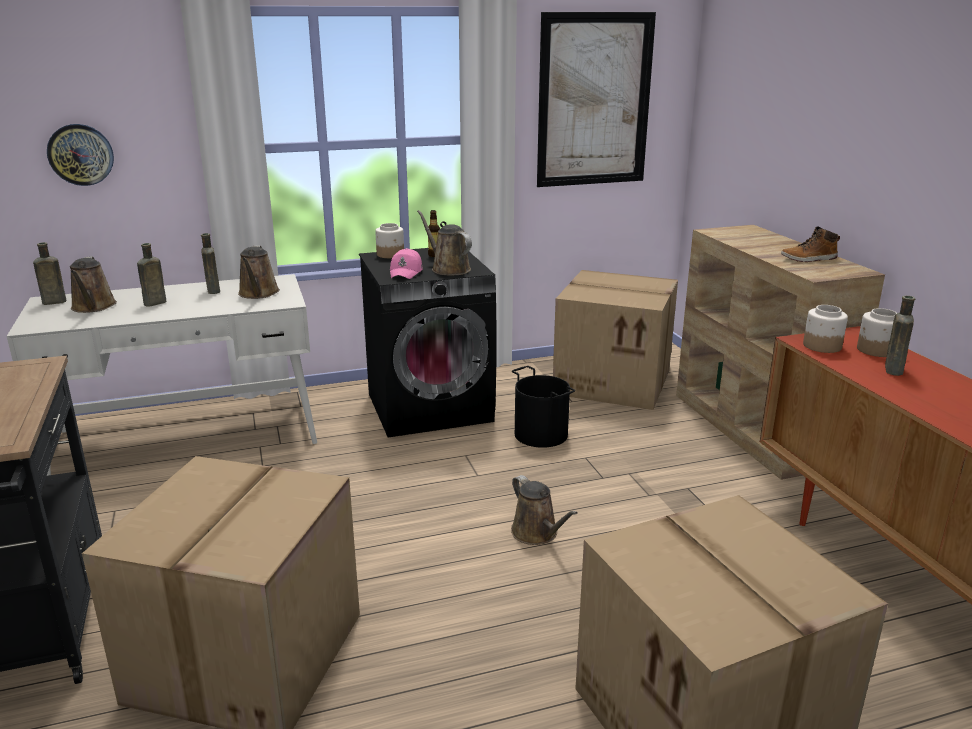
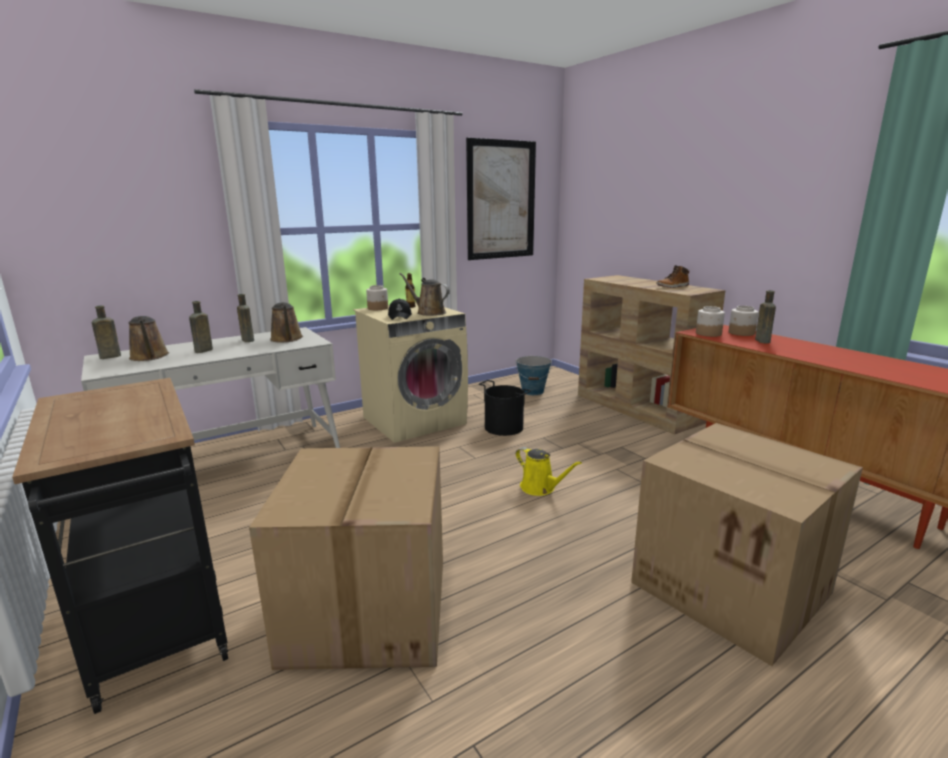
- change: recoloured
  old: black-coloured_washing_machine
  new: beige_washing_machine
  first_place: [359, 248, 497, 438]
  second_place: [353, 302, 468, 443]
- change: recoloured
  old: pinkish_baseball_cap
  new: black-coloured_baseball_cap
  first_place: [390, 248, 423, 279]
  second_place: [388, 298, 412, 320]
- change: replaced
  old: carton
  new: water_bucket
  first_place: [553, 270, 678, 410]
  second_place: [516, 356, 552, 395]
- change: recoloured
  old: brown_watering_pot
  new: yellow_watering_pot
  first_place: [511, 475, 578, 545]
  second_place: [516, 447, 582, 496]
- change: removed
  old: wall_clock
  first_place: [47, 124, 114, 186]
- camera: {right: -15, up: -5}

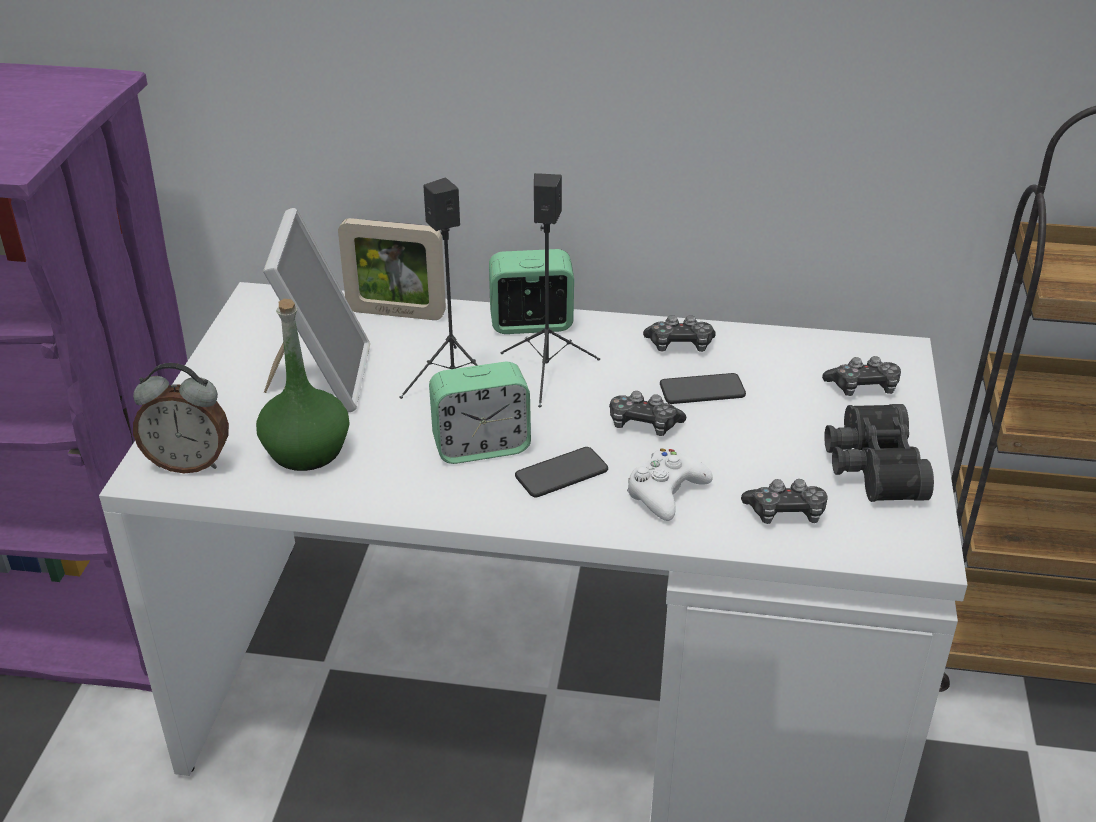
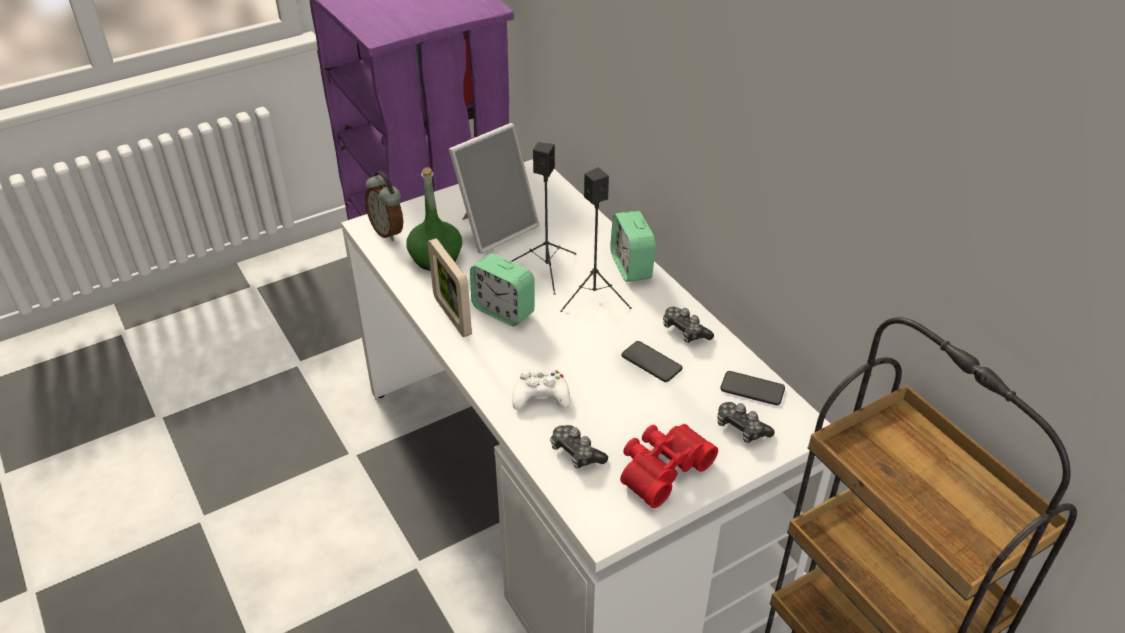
- change: moved
  old: standing_frame
  first_place: [338, 218, 446, 320]
  second_place: [428, 238, 472, 337]
- change: turned
  old: alarm_clock
  first_place: [489, 249, 574, 334]
  second_place: [610, 211, 656, 282]
  degrees: -150
- change: recoloured
  old: black-coloured_field_glasses
  new: red_field_glasses
  first_place: [824, 404, 934, 502]
  second_place: [620, 424, 718, 508]
- change: moved
  old: telephone
  first_place: [515, 447, 608, 497]
  second_place: [720, 371, 785, 405]
- change: removed
  old: gamepad
  first_place: [609, 391, 686, 436]
- camera: {right: 50, up: 5}

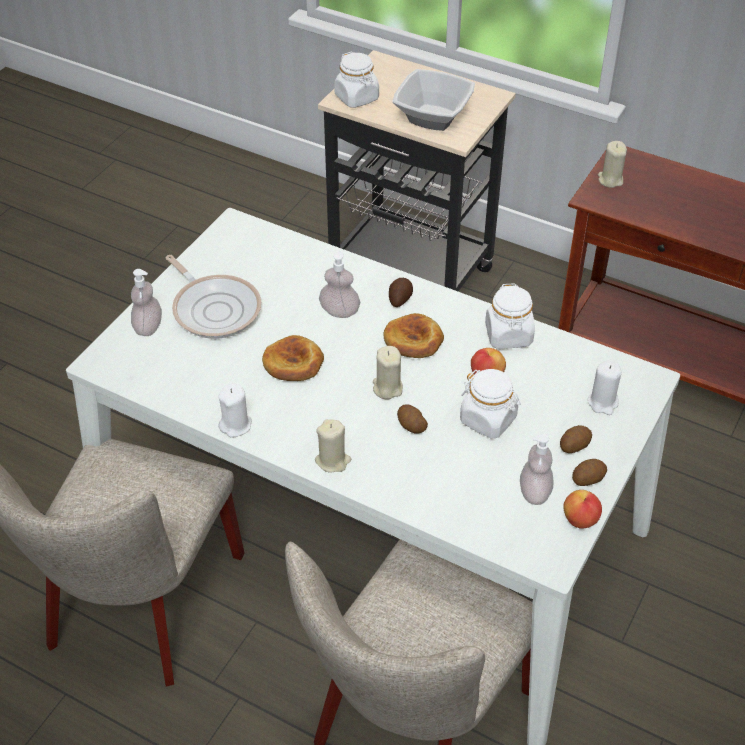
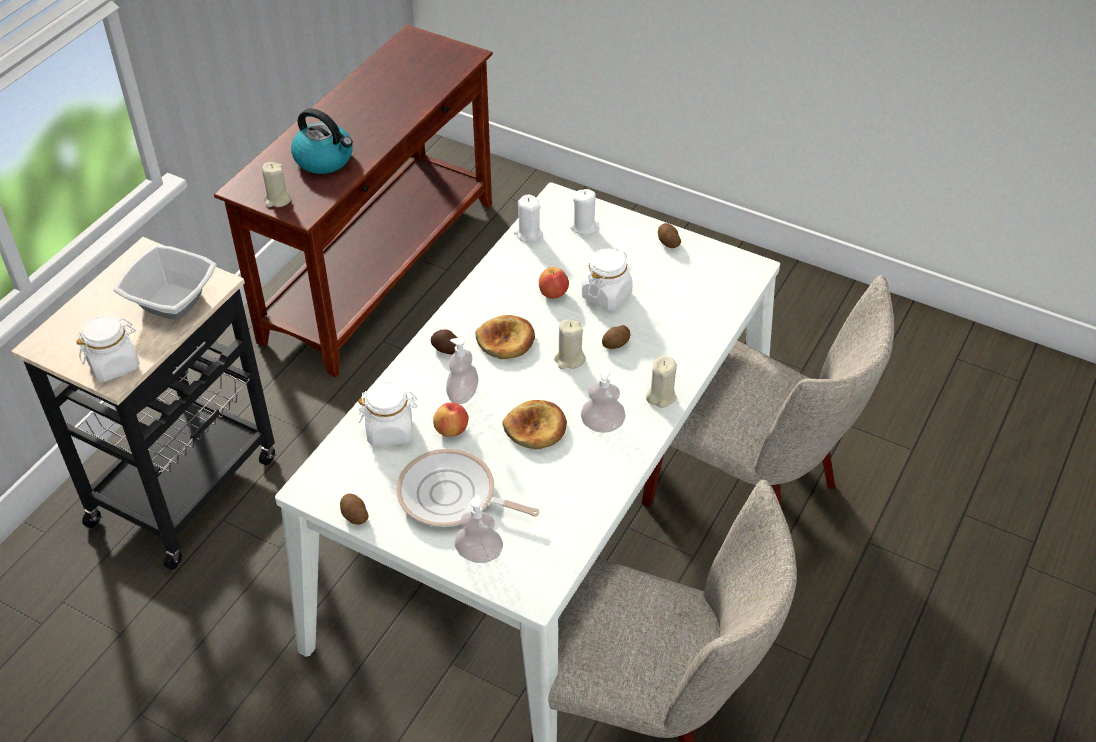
- change: added
  new: water_kettle
  second_place: [291, 108, 353, 174]
- change: moved
  old: potato
  first_place: [560, 425, 592, 453]
  second_place: [340, 494, 369, 525]
- change: moved
  old: white-coloured_jar
  first_place: [485, 283, 535, 348]
  second_place: [358, 381, 418, 446]
- change: turned
  old: pan
  first_place: [165, 255, 261, 339]
  second_place: [396, 449, 539, 527]
  degrees: -120
- change: moved
  old: apple
  first_place: [563, 490, 602, 529]
  second_place: [433, 402, 469, 437]
- change: moved
  old: white-coloured_wax_light
  first_place: [218, 383, 252, 438]
  second_place: [514, 195, 543, 243]
- change: moved
  old: soap_bottle
  first_place: [520, 434, 554, 505]
  second_place: [581, 369, 626, 433]
- camera: {right: -90, up: 0}

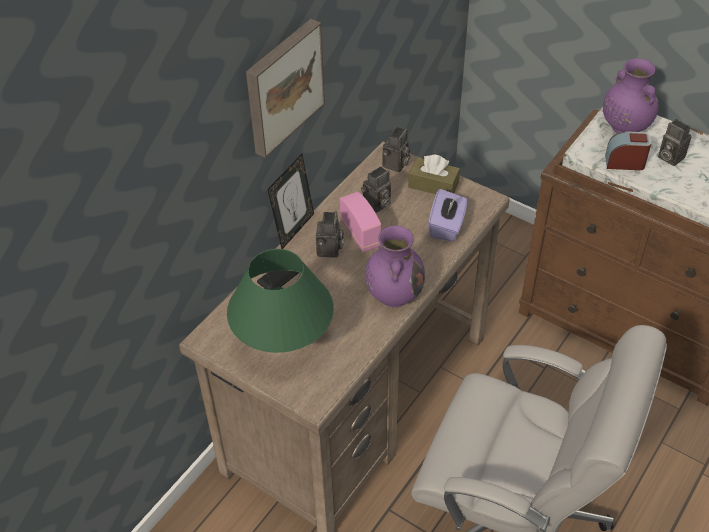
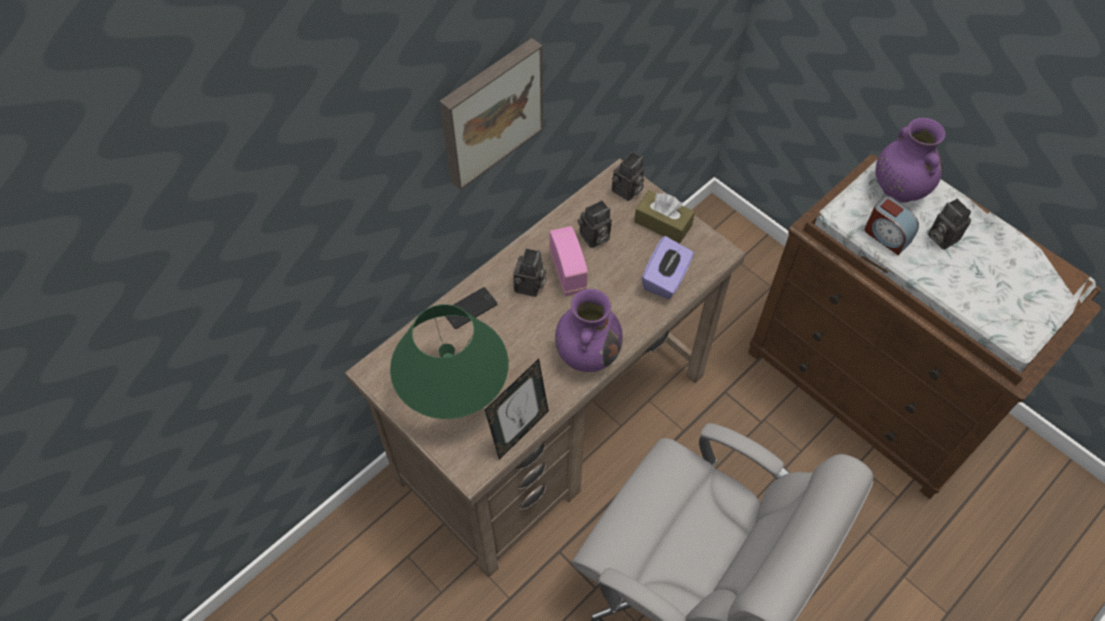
- change: moved
  old: standing_frame
  first_place: [267, 154, 314, 249]
  second_place: [485, 359, 549, 460]
- change: turned
  old: alarm_clock
  first_place: [605, 131, 651, 170]
  second_place: [865, 196, 919, 255]
  degrees: -150
- camera: {right: 10, up: 10}

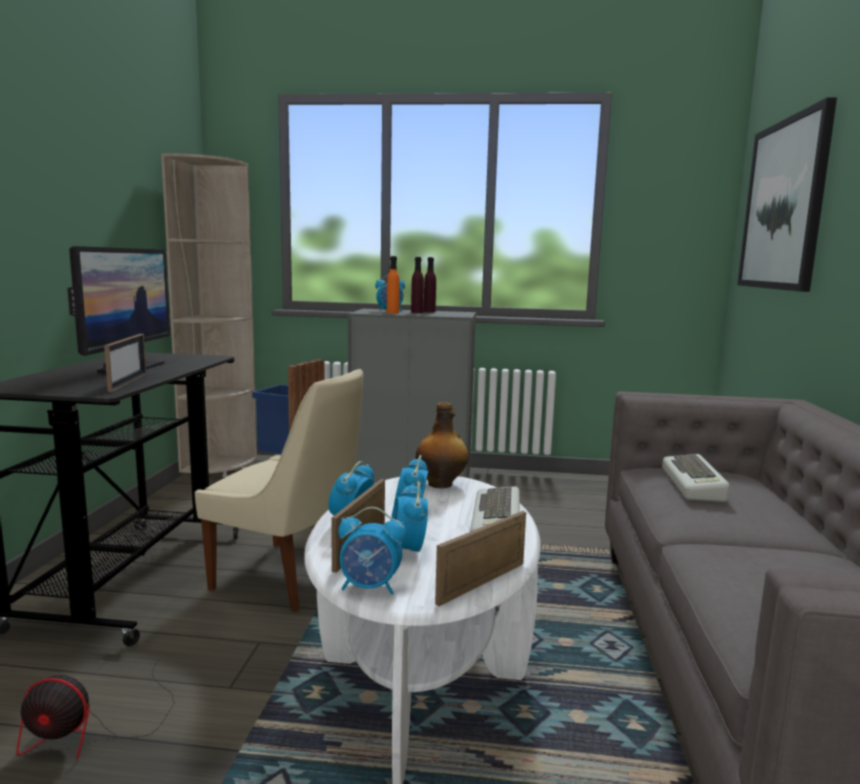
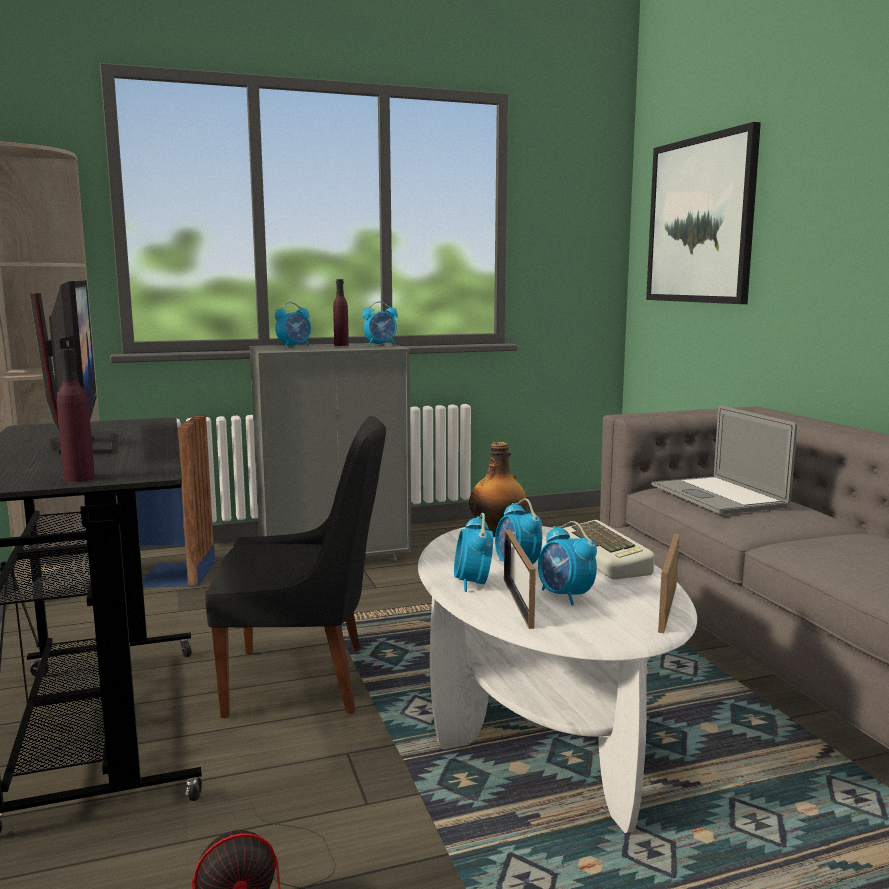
- change: moved
  old: purple-coloured_drink_bottle
  first_place: [411, 257, 424, 313]
  second_place: [57, 349, 95, 482]
- change: recoloured
  old: beige_plain_chair
  new: black-coloured_plain_chair
  first_place: [195, 369, 363, 612]
  second_place: [205, 416, 386, 718]
- change: moved
  old: alarm_clock
  first_place: [338, 507, 406, 594]
  second_place: [362, 301, 398, 346]
- change: replaced
  old: computer_keyboard
  new: portable_computer
  first_place: [662, 454, 730, 502]
  second_place: [652, 405, 797, 514]
- change: removed
  old: standing_frame
  first_place: [104, 334, 146, 392]
- change: removed
  old: orange-coloured_drink_bottle
  first_place: [387, 256, 400, 314]
- camera: {right: -25, up: 0}

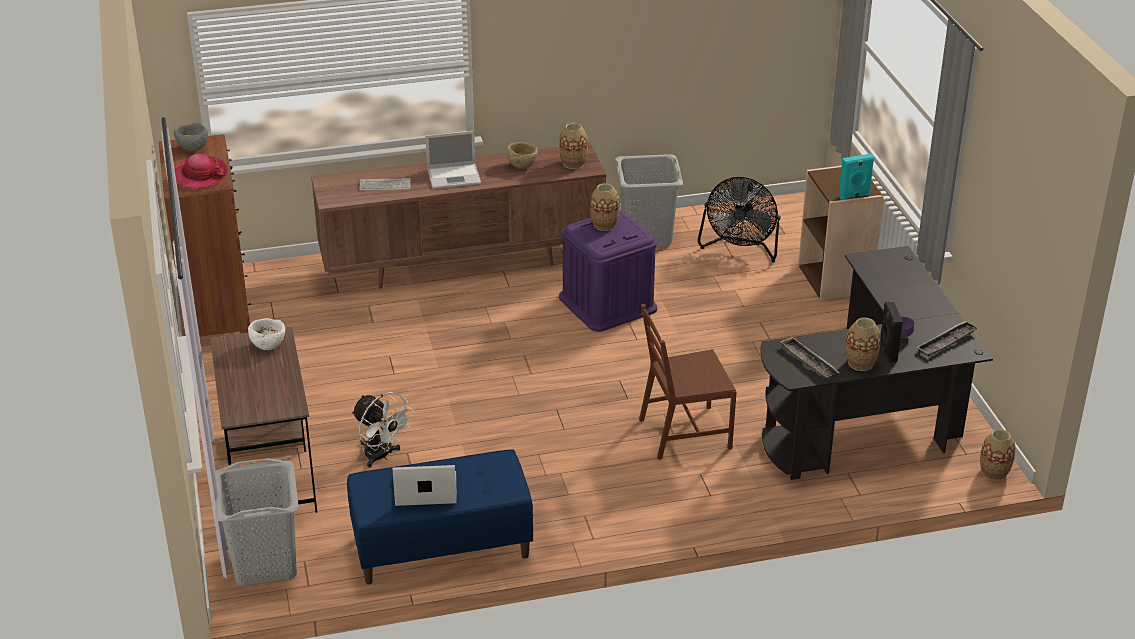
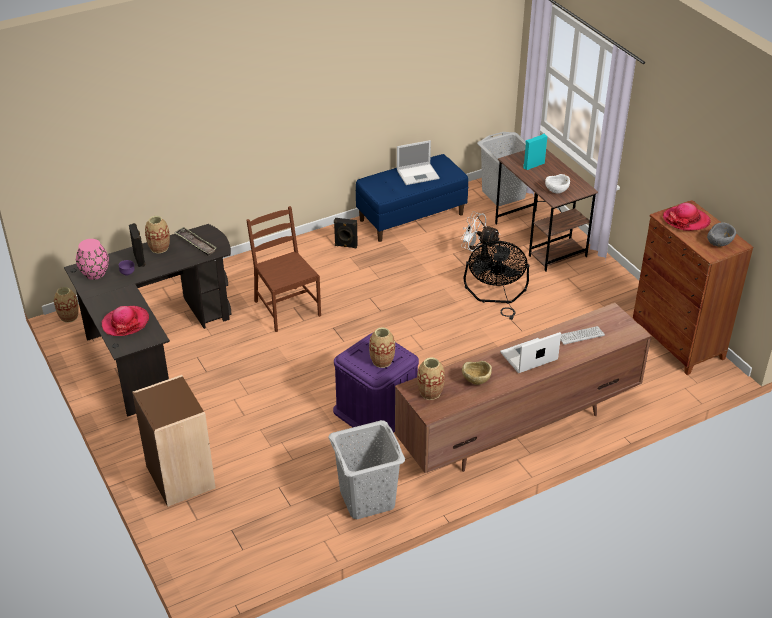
- change: replaced
  old: tray
  new: pinkish_flower_vase
  first_place: [917, 320, 979, 357]
  second_place: [76, 239, 109, 280]
- change: added
  new: clothing_hat
  second_place: [101, 306, 149, 336]
- change: turned
  old: brown_plain_chair
  first_place: [639, 304, 737, 460]
  second_place: [246, 206, 321, 332]
  degrees: -90
- change: added
  new: black-coloured_loudspeaker
  second_place: [334, 218, 358, 249]
- change: moved
  old: black-coloured_cooling_fan
  first_place: [698, 177, 781, 262]
  second_place: [464, 241, 529, 320]
- change: moved
  old: turquoise-coloured_loudspeaker
  first_place: [839, 154, 875, 200]
  second_place: [523, 134, 547, 170]
- camera: {right: 165, up: 5}

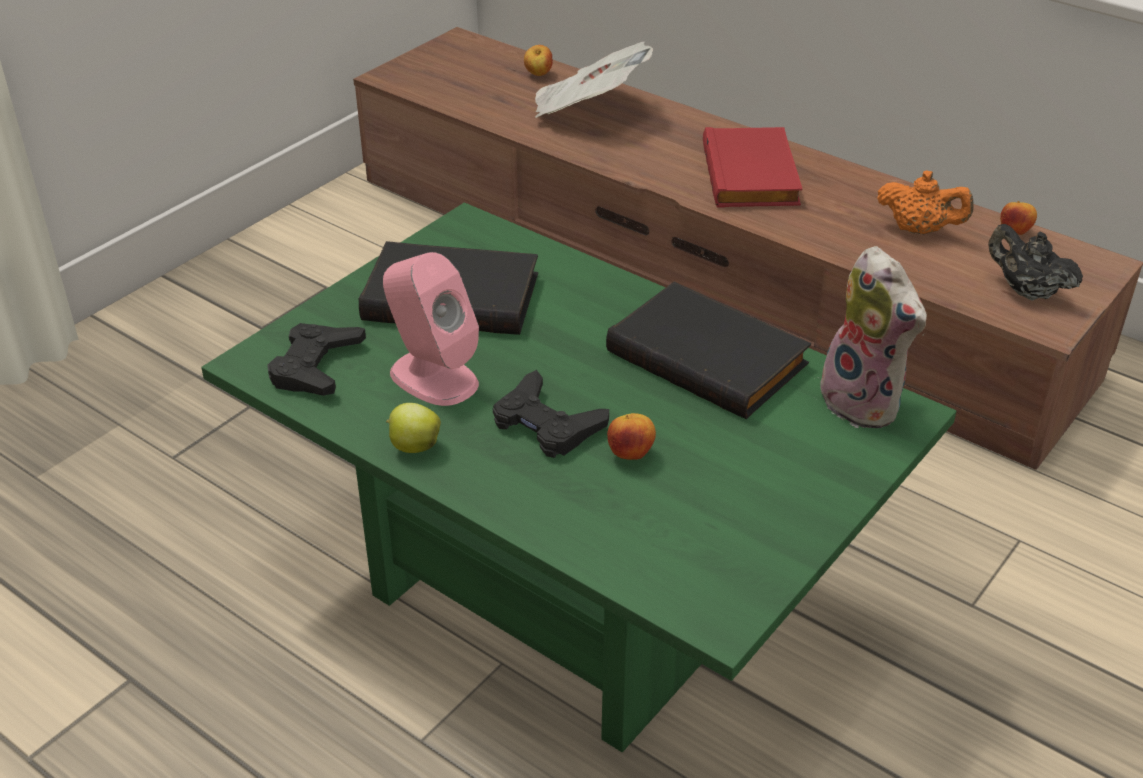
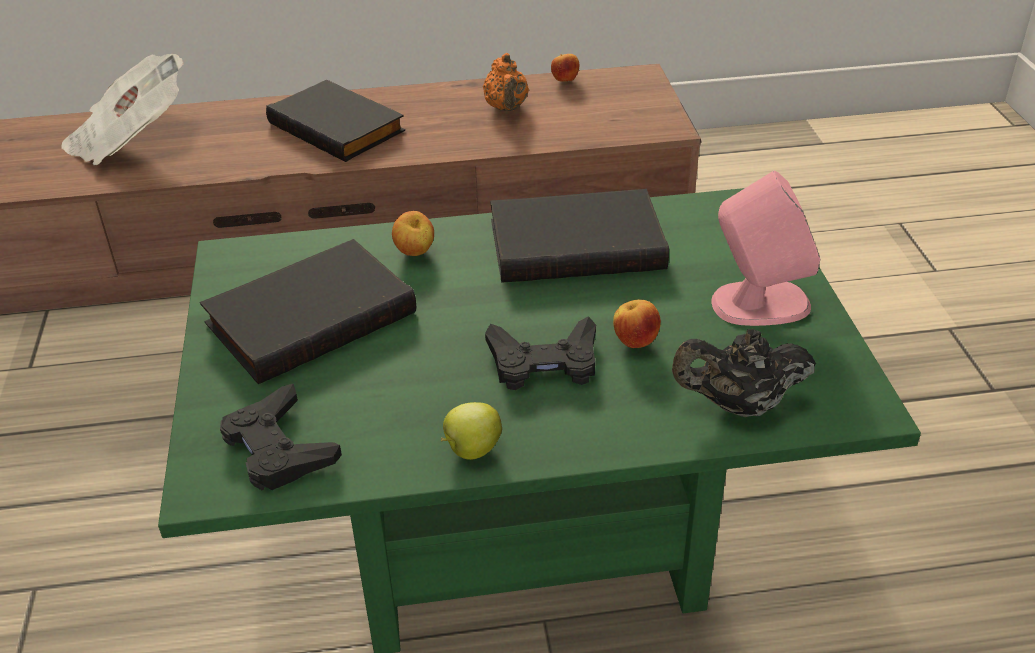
- change: recoloured
  old: red_book
  new: black-coloured_book
  first_place: [703, 127, 802, 208]
  second_place: [266, 80, 405, 162]
- change: moved
  old: apple
  first_place: [524, 45, 553, 76]
  second_place: [392, 211, 434, 256]
- change: turned
  old: orange-coloured_pot_for_tea
  first_place: [877, 171, 973, 234]
  second_place: [483, 53, 529, 111]
  degrees: 105
- change: moved
  old: black-coloured_pot_for_tea
  first_place: [988, 224, 1083, 300]
  second_place: [672, 329, 816, 417]
- change: moved
  old: pinkish_loudspeaker
  first_place: [383, 252, 479, 406]
  second_place: [711, 171, 820, 326]
- change: removed
  old: cuddly_toy
  first_place: [819, 246, 927, 428]
- camera: {right: -45, up: 0}

